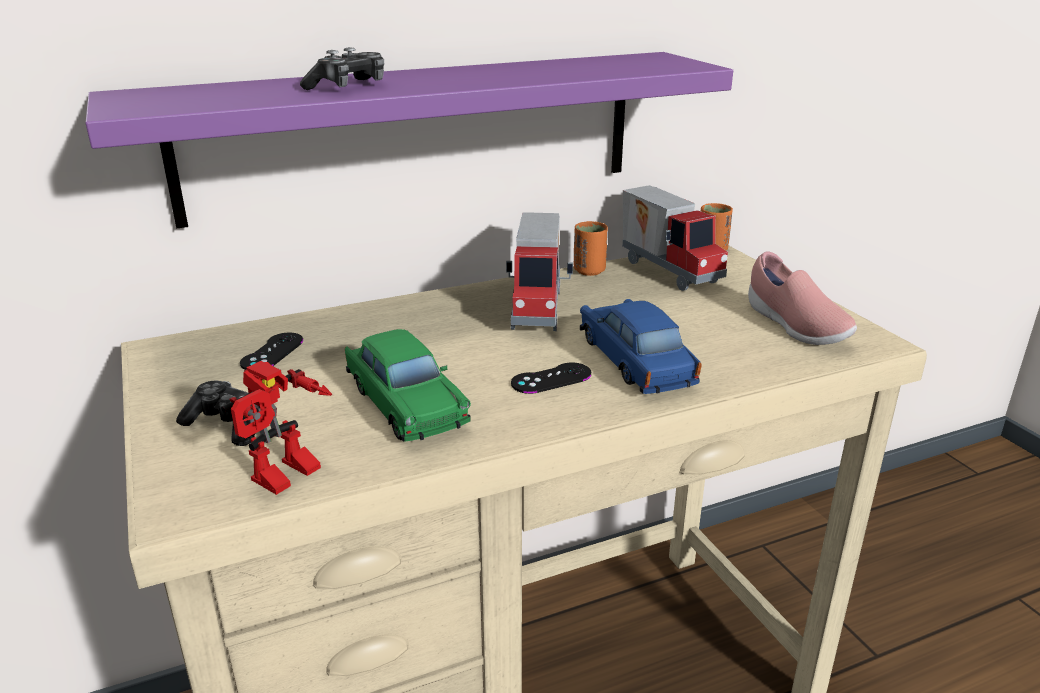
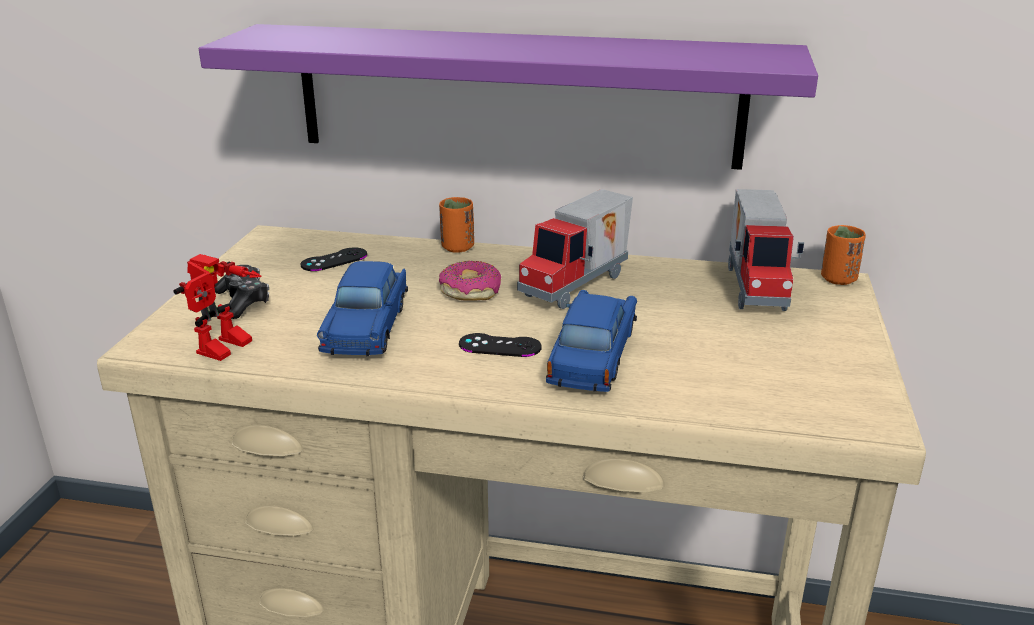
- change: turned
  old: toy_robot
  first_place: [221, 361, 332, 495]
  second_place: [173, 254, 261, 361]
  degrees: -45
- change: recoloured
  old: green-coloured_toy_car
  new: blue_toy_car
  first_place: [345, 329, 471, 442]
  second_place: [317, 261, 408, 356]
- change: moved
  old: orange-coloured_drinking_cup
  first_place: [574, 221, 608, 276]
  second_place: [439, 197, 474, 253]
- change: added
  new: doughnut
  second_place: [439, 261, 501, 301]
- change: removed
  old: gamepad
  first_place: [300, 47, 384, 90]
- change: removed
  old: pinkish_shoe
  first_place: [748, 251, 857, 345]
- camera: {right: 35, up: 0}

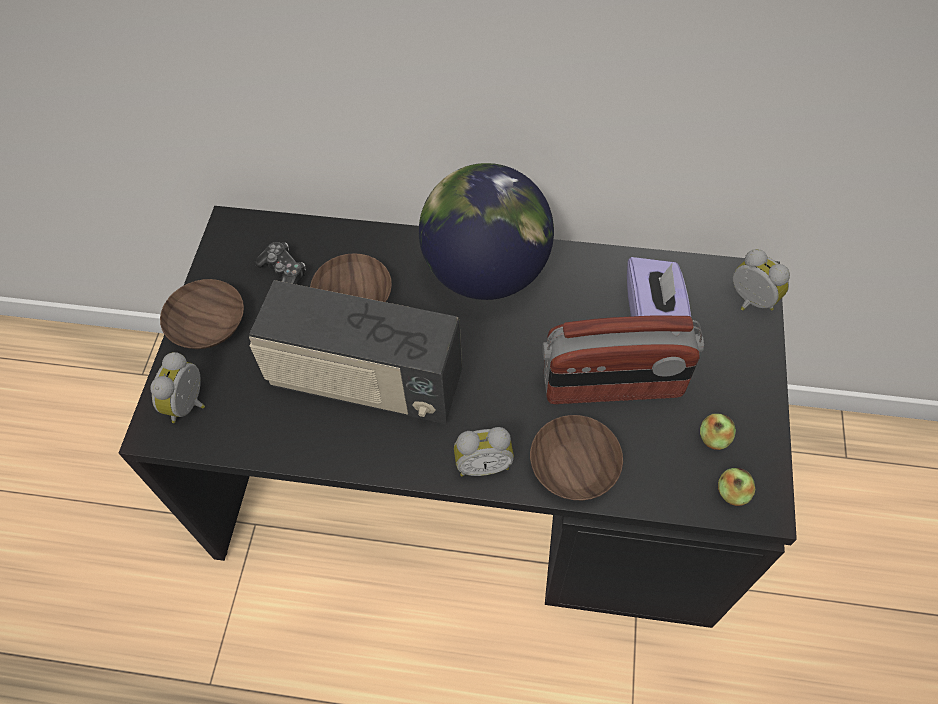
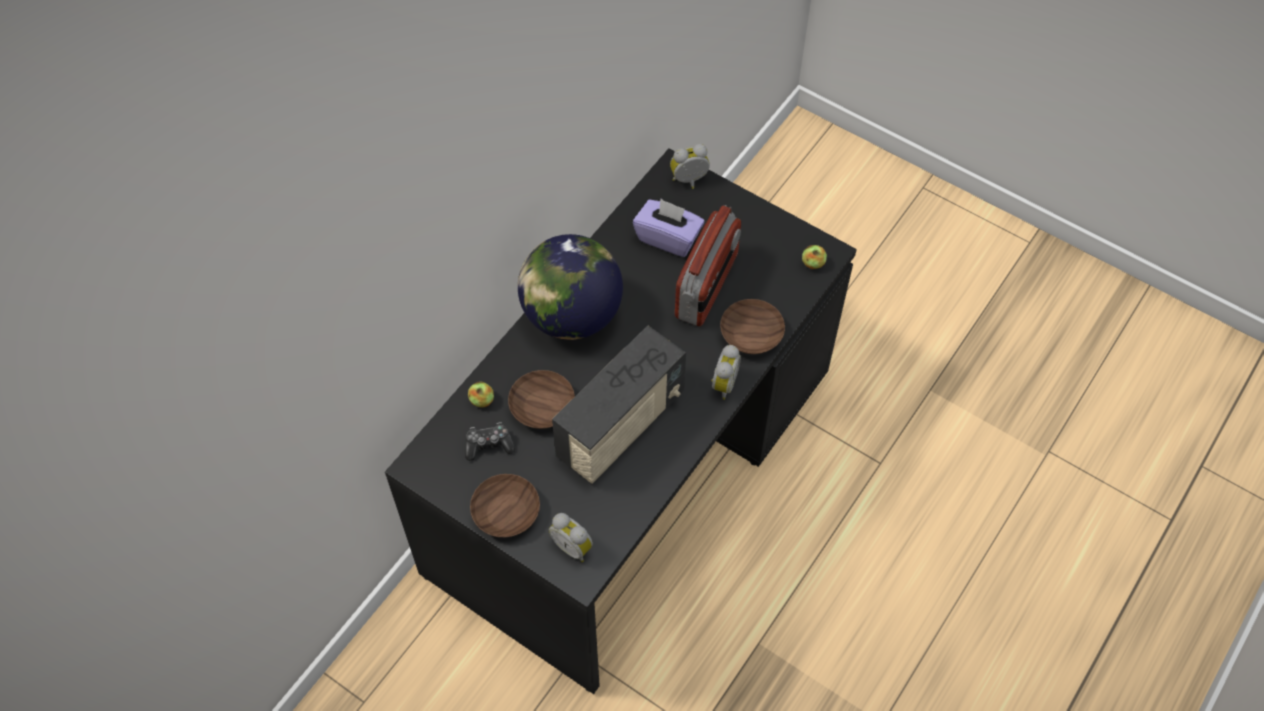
- change: moved
  old: apple
  first_place: [700, 414, 736, 450]
  second_place: [468, 381, 494, 408]
- camera: {right: -65, up: 0}

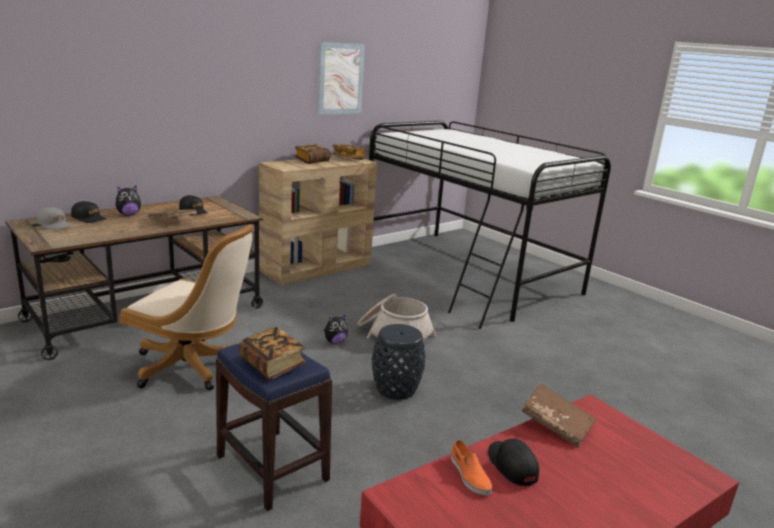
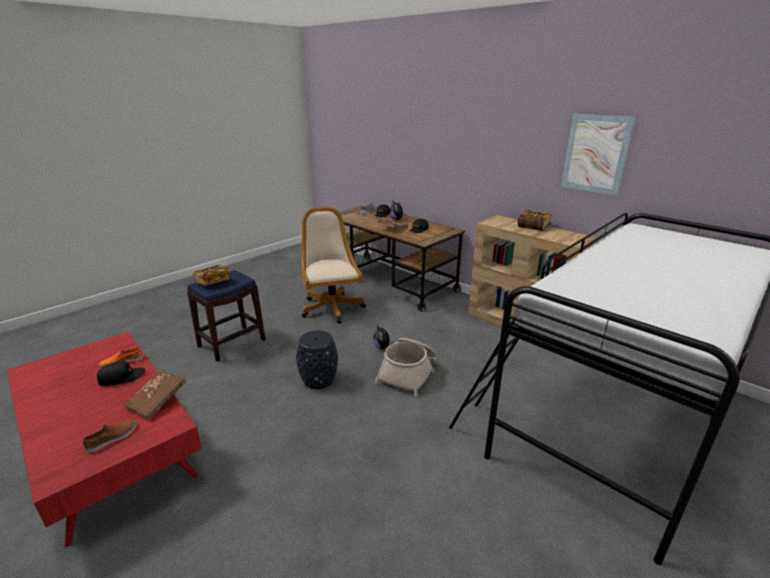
- change: added
  new: brown_shoe
  second_place: [83, 420, 137, 453]
- change: turned
  old: office_chair
  first_place: [119, 224, 253, 390]
  second_place: [301, 207, 366, 324]
  degrees: 150
- change: removed
  old: book
  first_place: [332, 144, 366, 160]
- camera: {right: 85, up: 5}

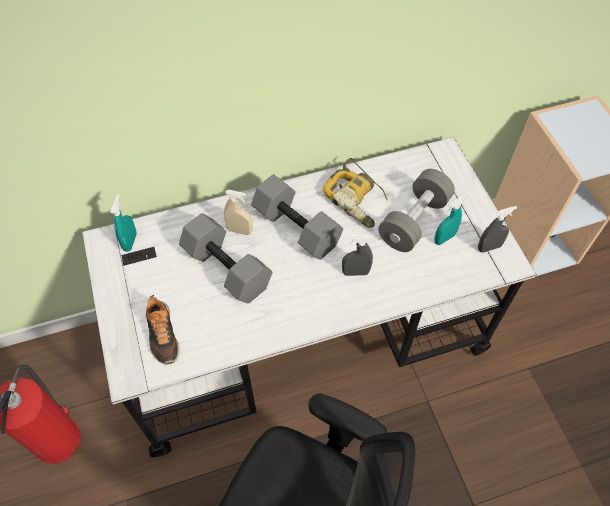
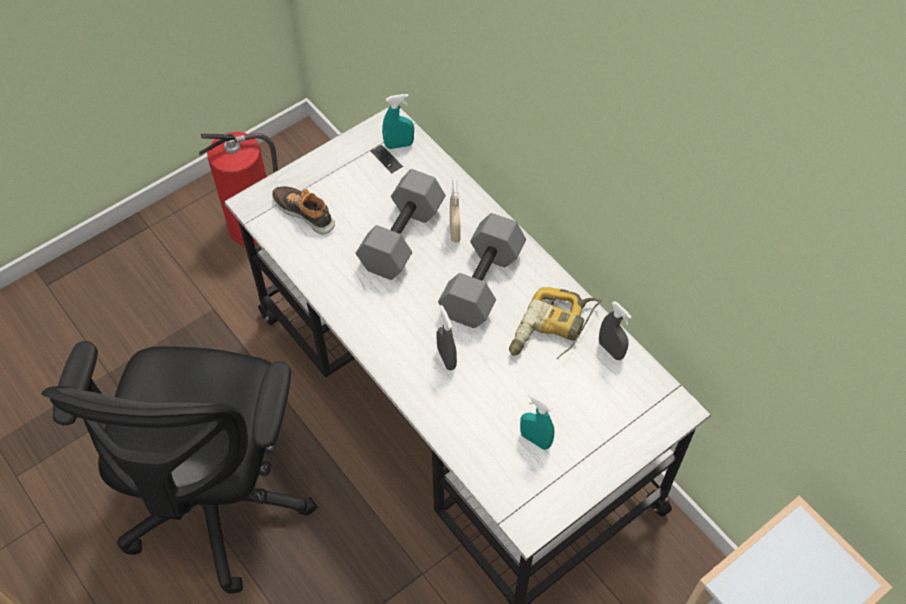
- change: turned
  old: shoe
  first_place: [146, 295, 180, 364]
  second_place: [272, 186, 335, 234]
  degrees: 75
- change: moved
  old: grey_sprayer
  first_place: [478, 206, 517, 253]
  second_place: [599, 301, 632, 360]
- change: removed
  old: grey_hand_weight
  first_place: [378, 169, 455, 252]
- camera: {right: 70, up: 0}

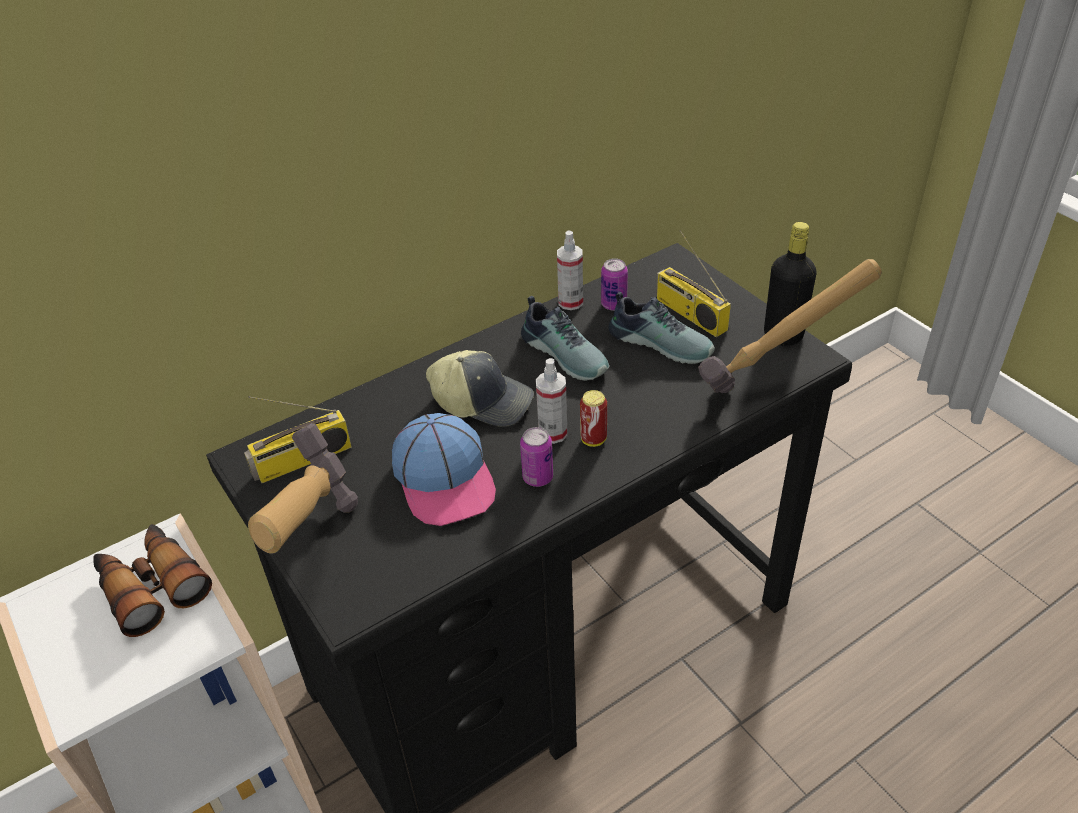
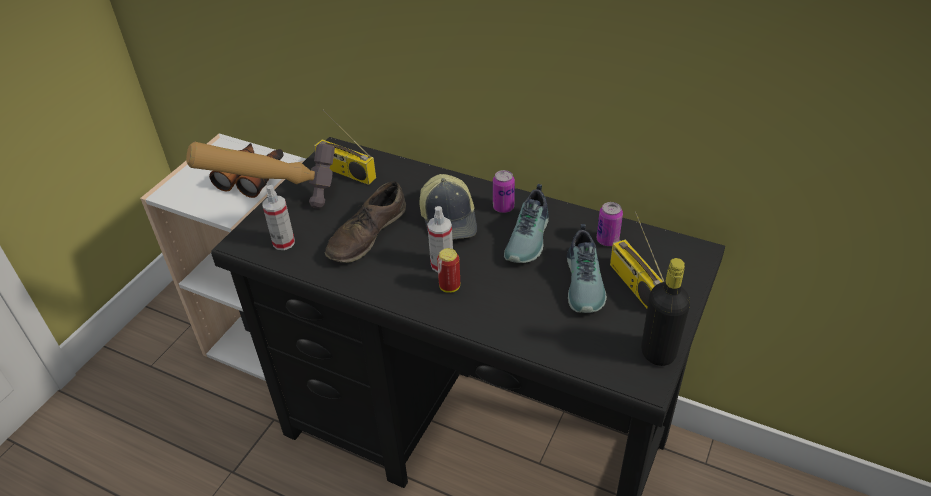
- change: moved
  old: sprayer
  first_place: [557, 230, 583, 310]
  second_place: [263, 185, 295, 250]
- change: replaced
  old: baseball_cap
  new: brown_shoe
  first_place: [392, 413, 496, 526]
  second_place: [325, 181, 406, 263]
- change: moved
  old: can
  first_place: [520, 427, 553, 487]
  second_place: [493, 170, 515, 213]
- change: turned
  old: radio_receiver
  first_place: [656, 230, 731, 337]
  second_place: [610, 212, 664, 308]
  degrees: -45
- change: removed
  old: hammer
  first_place: [698, 259, 882, 393]
- camera: {right: 60, up: 0}

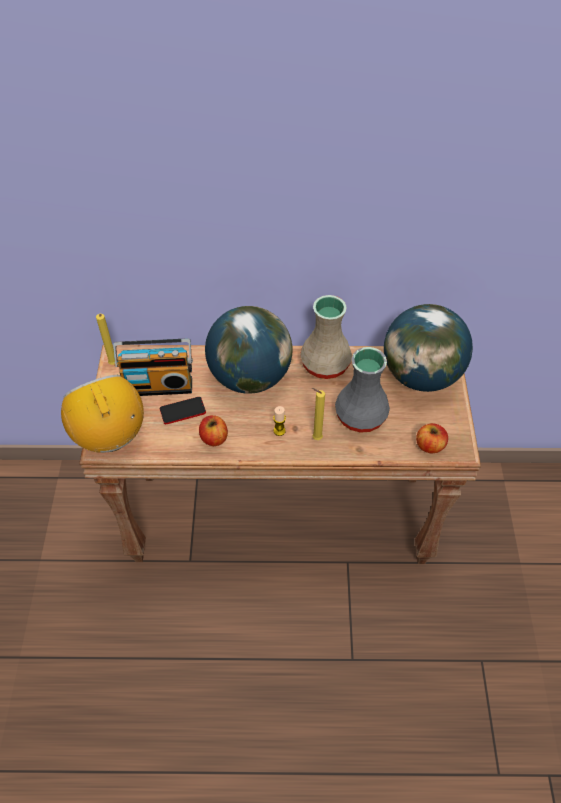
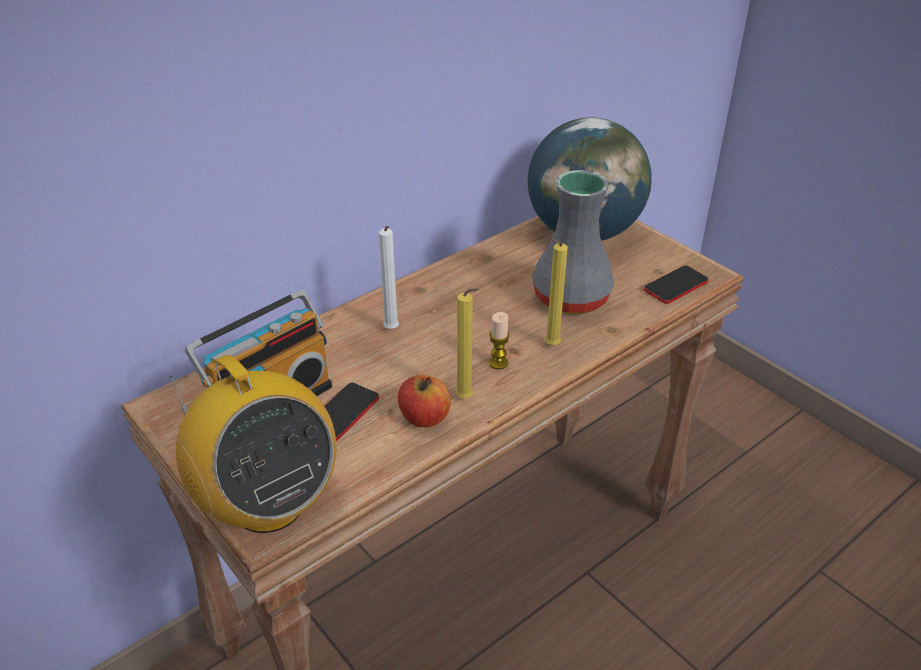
- change: turned
  old: radio_receiver
  first_place: [61, 375, 144, 453]
  second_place: [170, 355, 336, 533]
  degrees: -150
- change: replaced
  old: desk_globe
  new: white-coloured_wax_light
  first_place: [205, 306, 293, 394]
  second_place: [378, 226, 399, 329]
- change: moved
  old: yellow_wax_light
  first_place: [96, 314, 118, 365]
  second_place: [456, 288, 479, 399]
- change: replaced
  old: apple
  new: telephone
  first_place: [416, 423, 448, 453]
  second_place: [644, 266, 709, 304]
- change: removed
  old: beige_flower_vase
  first_place: [300, 295, 352, 379]
- camera: {right: -40, up: -15}

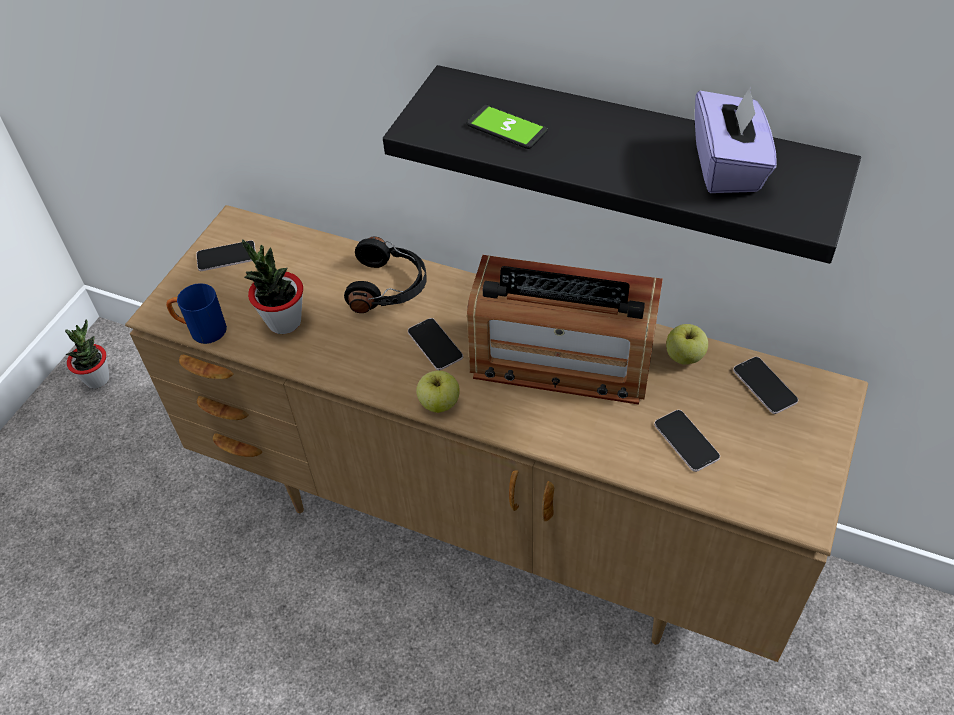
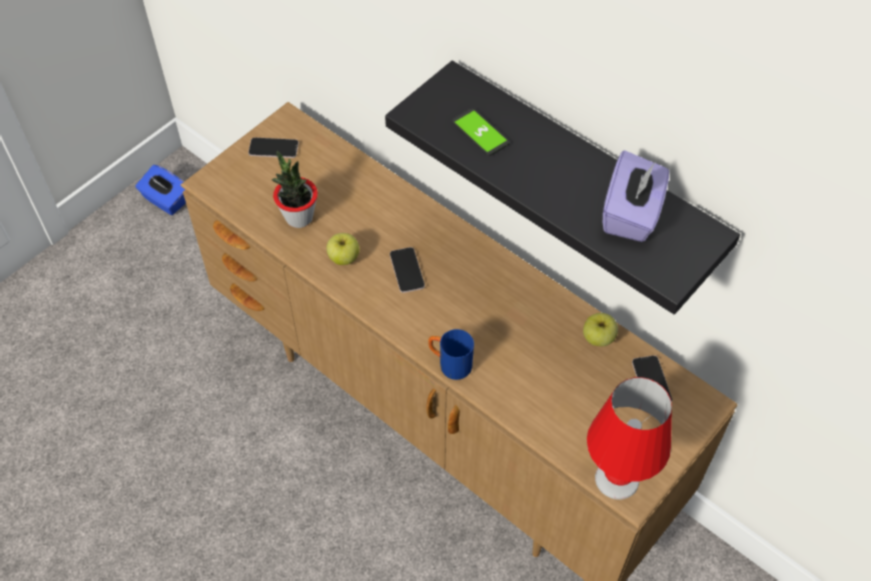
- change: replaced
  old: plant_in_a_pot
  new: blue_tissue_holder
  first_place: [65, 320, 110, 389]
  second_place: [135, 165, 186, 215]
- change: moved
  old: apple
  first_place: [416, 371, 460, 413]
  second_place: [327, 233, 360, 265]
- change: moved
  old: blue_coffee_mug
  first_place: [166, 283, 227, 344]
  second_place: [428, 329, 474, 380]
- change: added
  new: red_lamp_for_a_table
  second_place: [587, 377, 672, 500]
- change: removed
  old: black-coloured_headset
  first_place: [344, 237, 427, 313]
- change: removed
  old: radio_receiver
  first_place: [467, 255, 663, 405]
- change: removed
  old: telephone
  first_place: [654, 410, 720, 472]
- camera: {right: 15, up: 5}

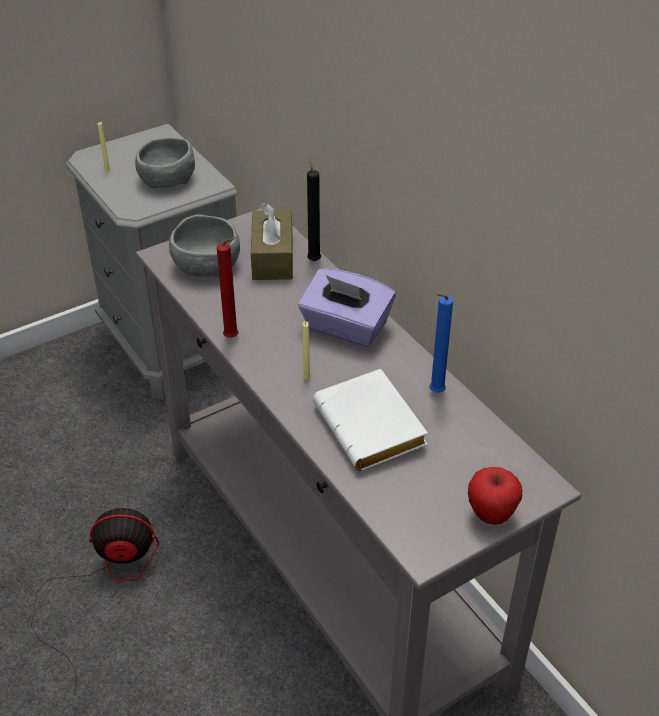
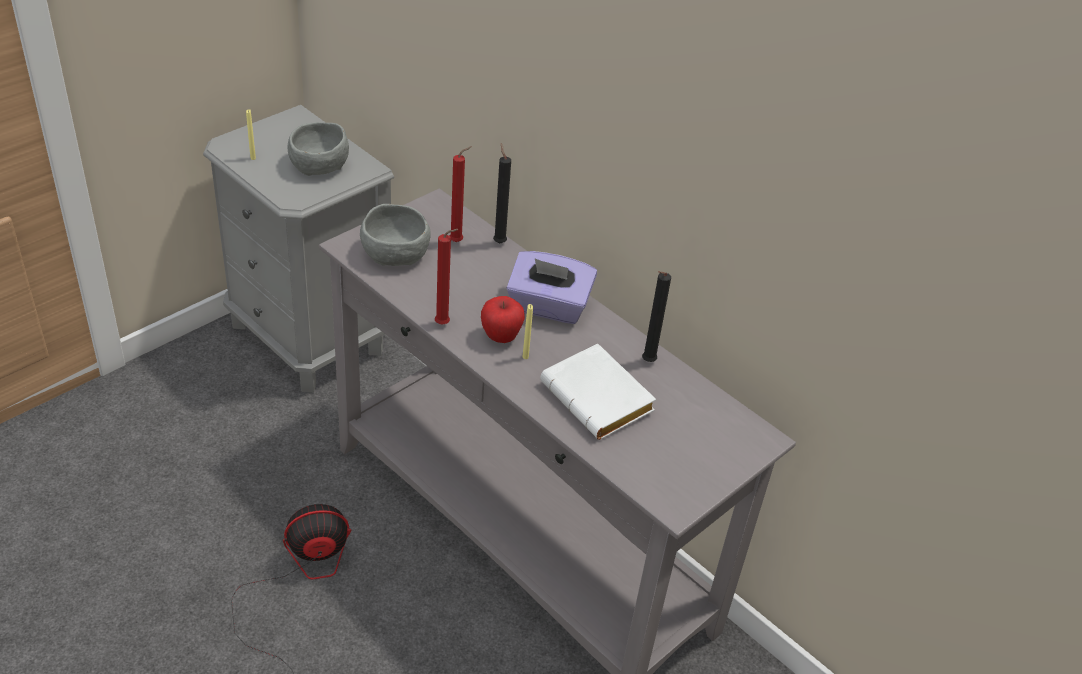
- change: replaced
  old: brown_tissue_holder
  new: red_wax_light
  first_place: [251, 203, 293, 280]
  second_place: [450, 146, 471, 242]
- change: moved
  old: apple
  first_place: [468, 467, 522, 525]
  second_place: [481, 296, 525, 343]
- change: recoloured
  old: blue_wax_light
  new: black-coloured_wax_light
  first_place: [429, 293, 453, 393]
  second_place: [642, 271, 671, 362]
- camera: {right: -15, up: 0}

